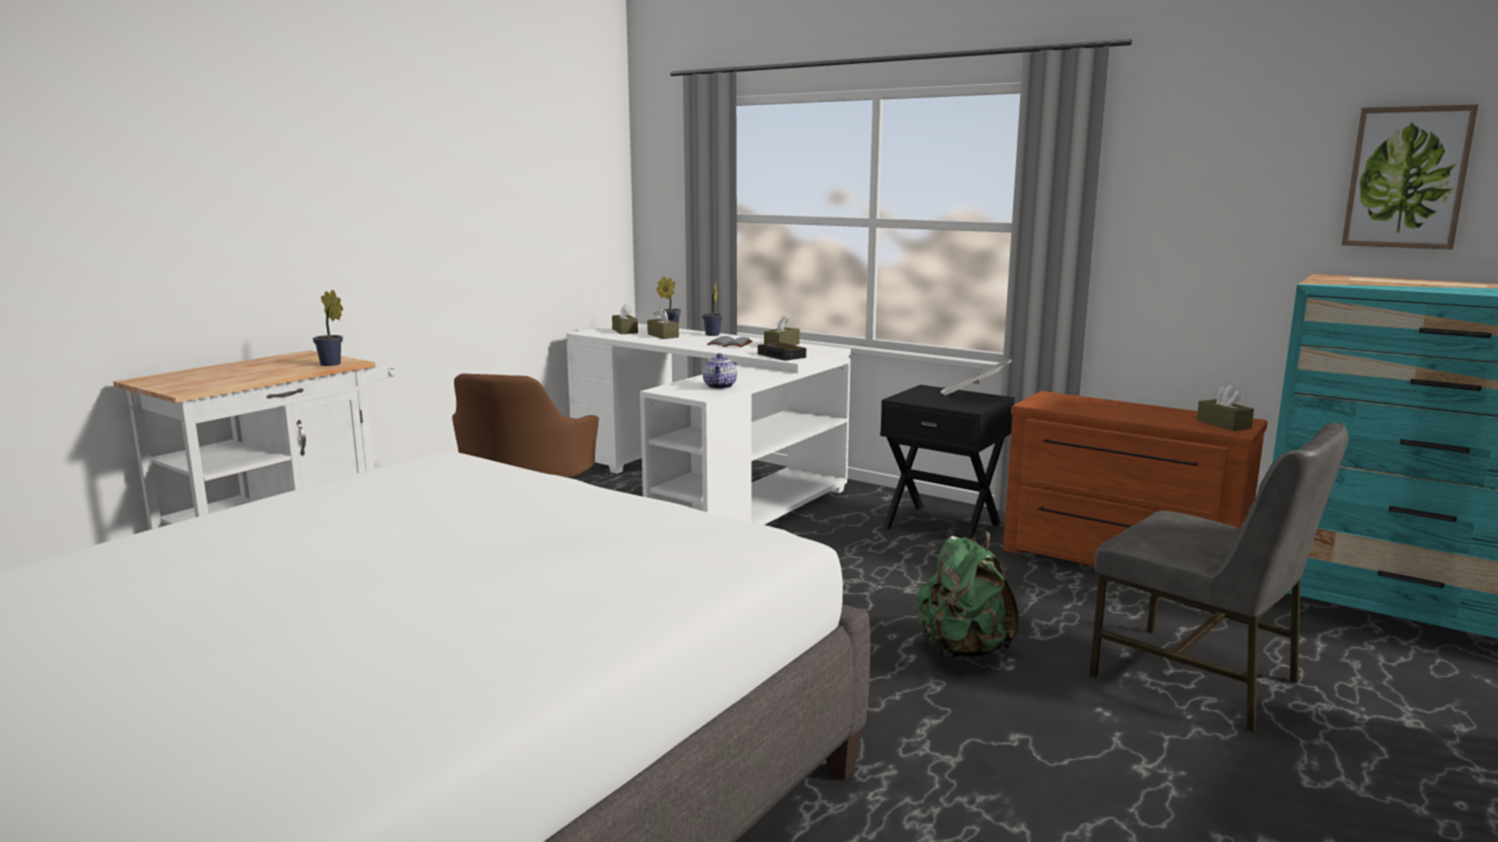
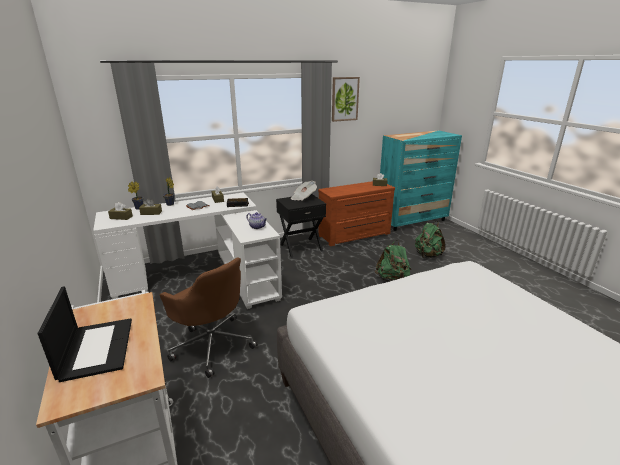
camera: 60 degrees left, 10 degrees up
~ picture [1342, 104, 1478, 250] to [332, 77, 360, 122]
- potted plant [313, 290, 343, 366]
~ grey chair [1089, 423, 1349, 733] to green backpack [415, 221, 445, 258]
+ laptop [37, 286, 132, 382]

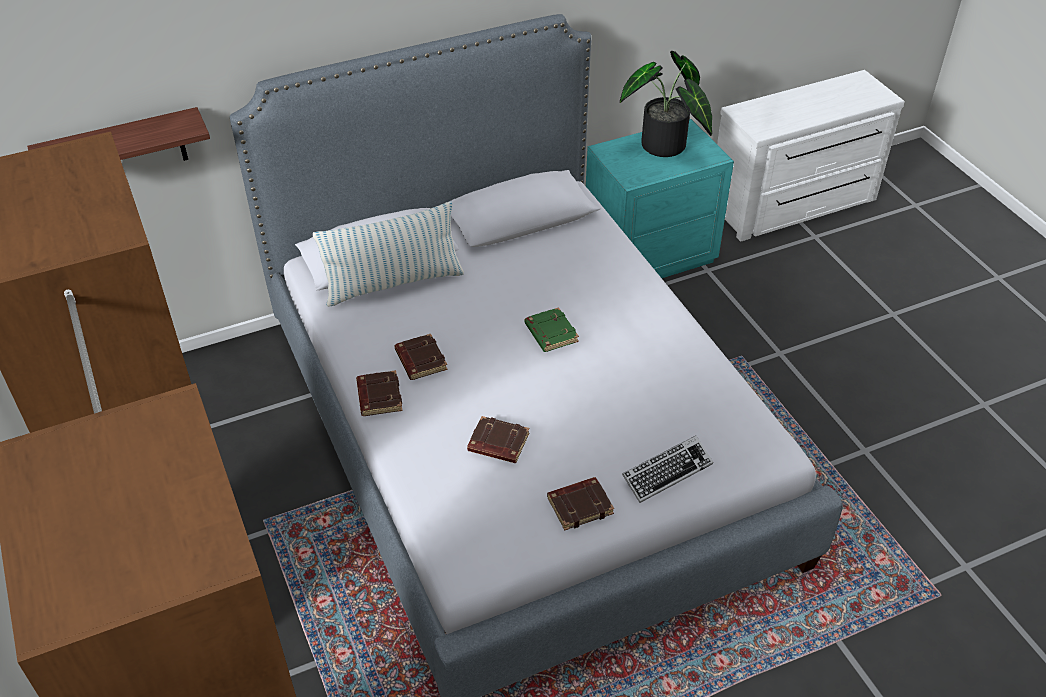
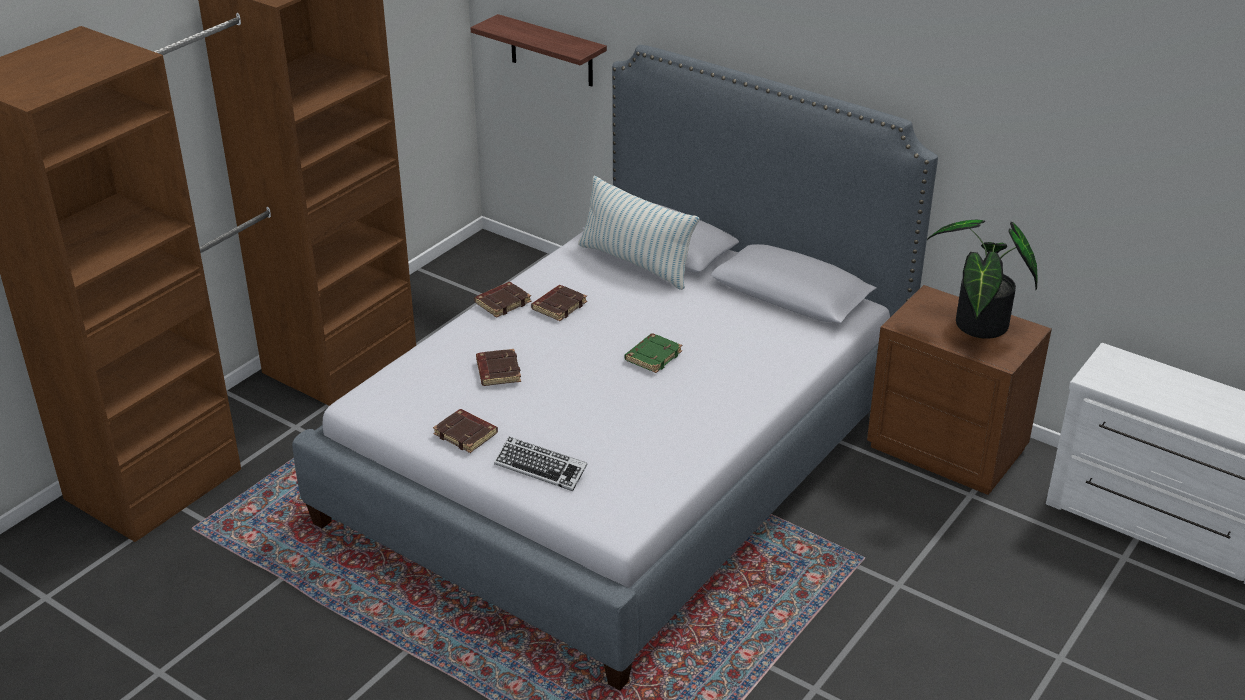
camera: 60 degrees right, 10 degrees down
~ turquoise nightstand [586, 119, 734, 278] to brown nightstand [867, 285, 1052, 495]

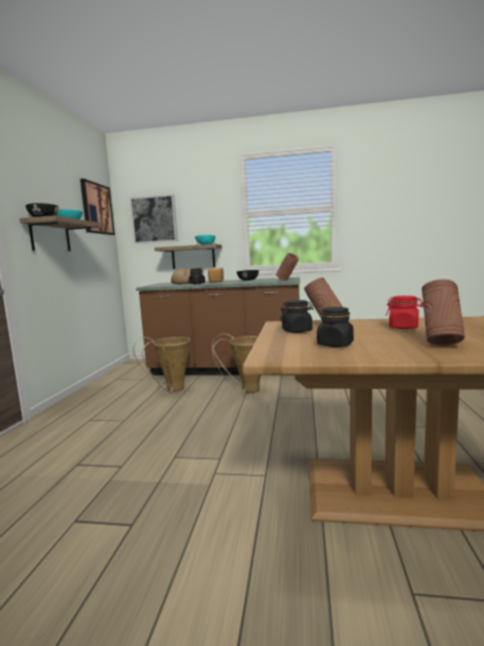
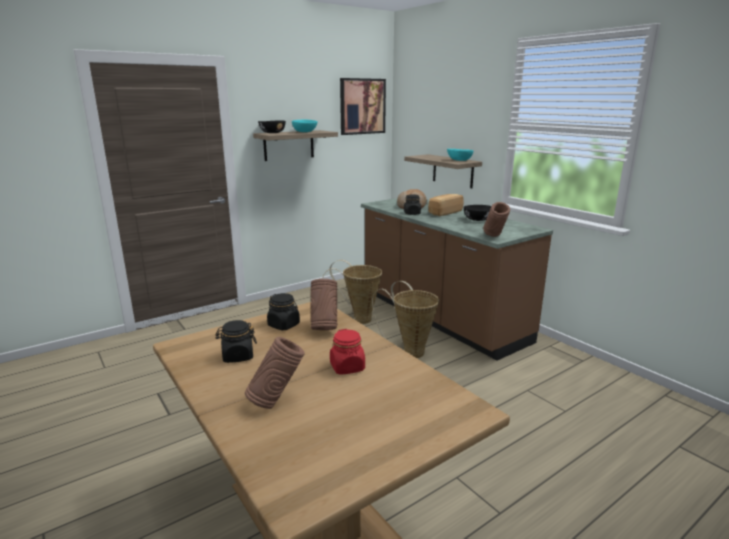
camera: 45 degrees right, 10 degrees up
- picture [130, 194, 178, 244]

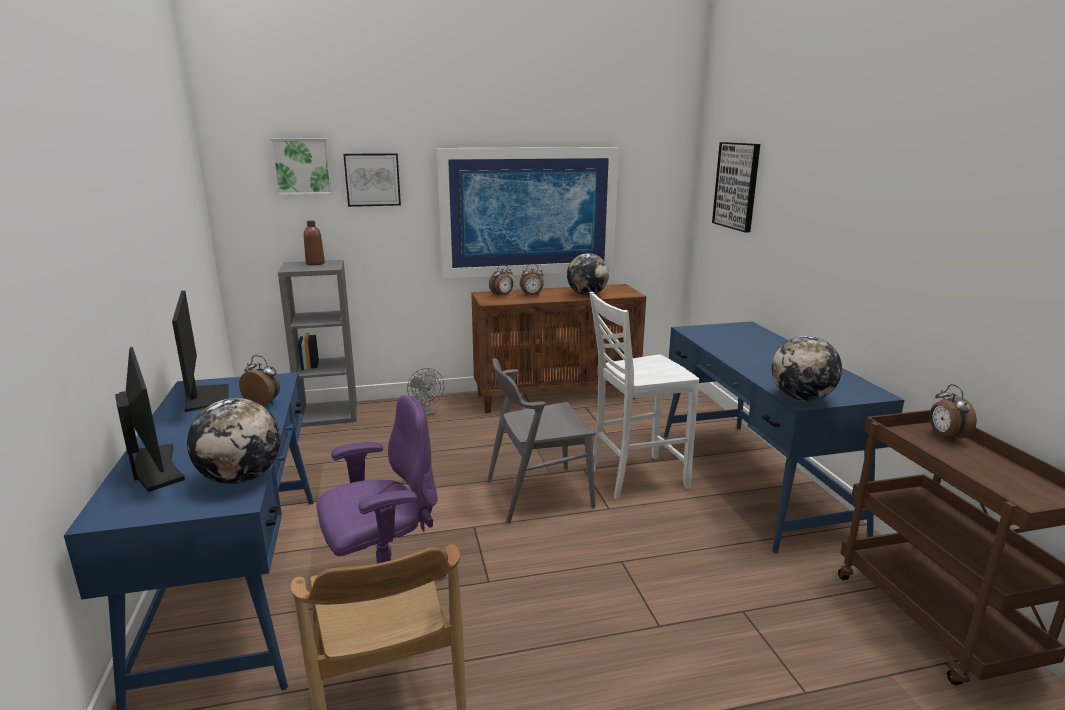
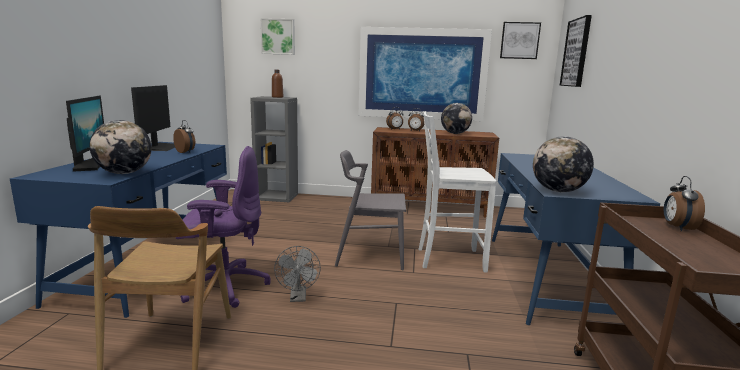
camera: 20 degrees right, 5 degrees down
~ picture [343, 153, 401, 207] to [500, 22, 541, 59]
~ grey fan [407, 368, 444, 416] to [274, 246, 321, 302]

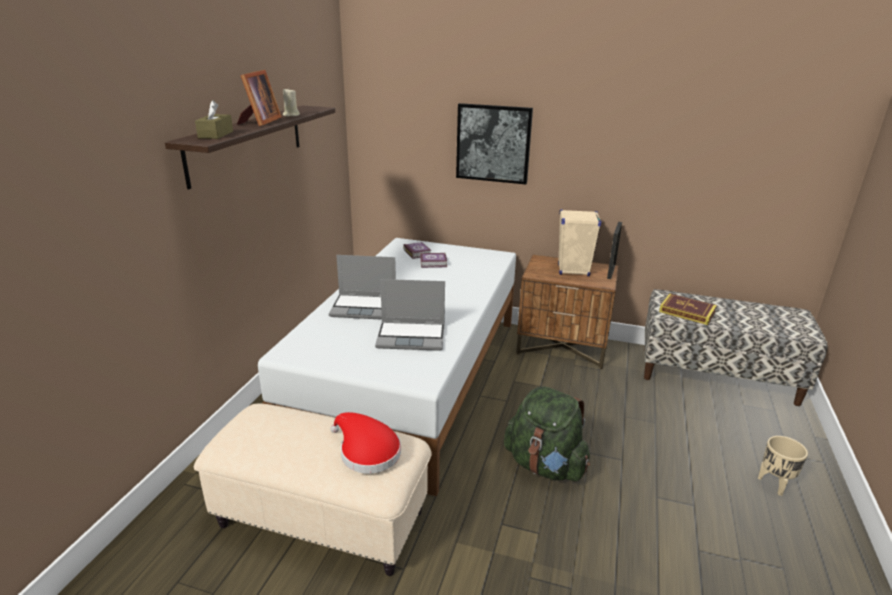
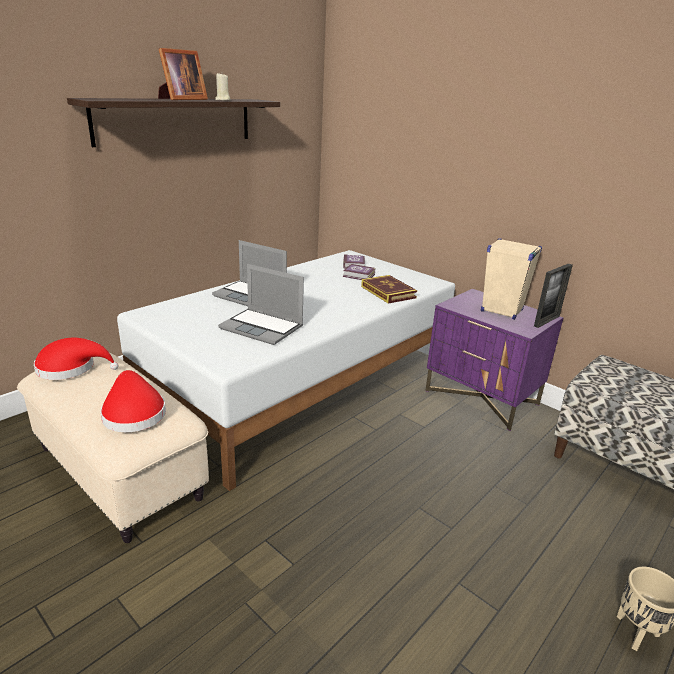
camera: 25 degrees right, 0 degrees up
- brown tissue box [195, 100, 233, 139]
- picture [456, 103, 533, 184]
~ brown nightstand [516, 255, 618, 369] to purple nightstand [425, 289, 564, 431]
~ book [659, 293, 717, 325] to [361, 275, 417, 304]
- green backpack [504, 387, 590, 481]
+ red hat [33, 338, 119, 380]

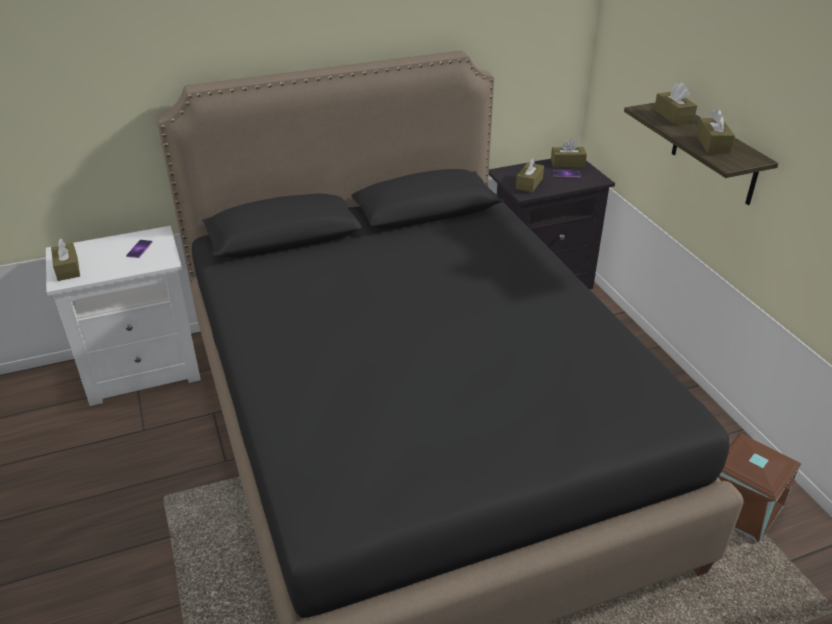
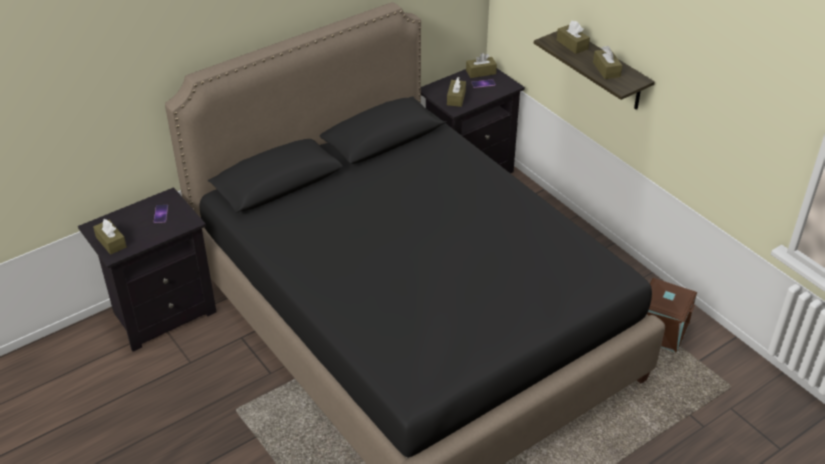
camera: 15 degrees left, 5 degrees up
~ white nightstand [46, 226, 201, 406] to black nightstand [78, 187, 217, 352]

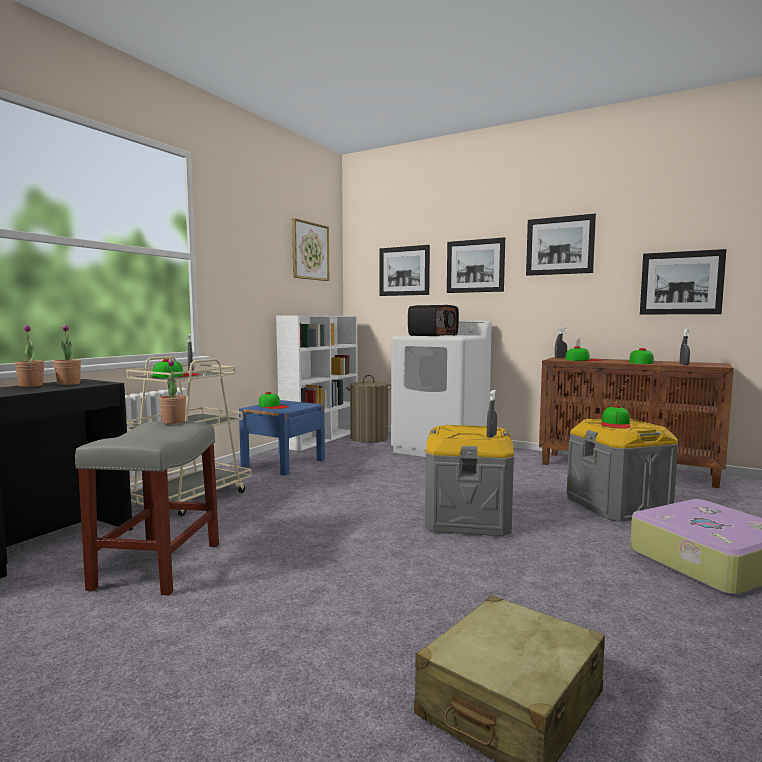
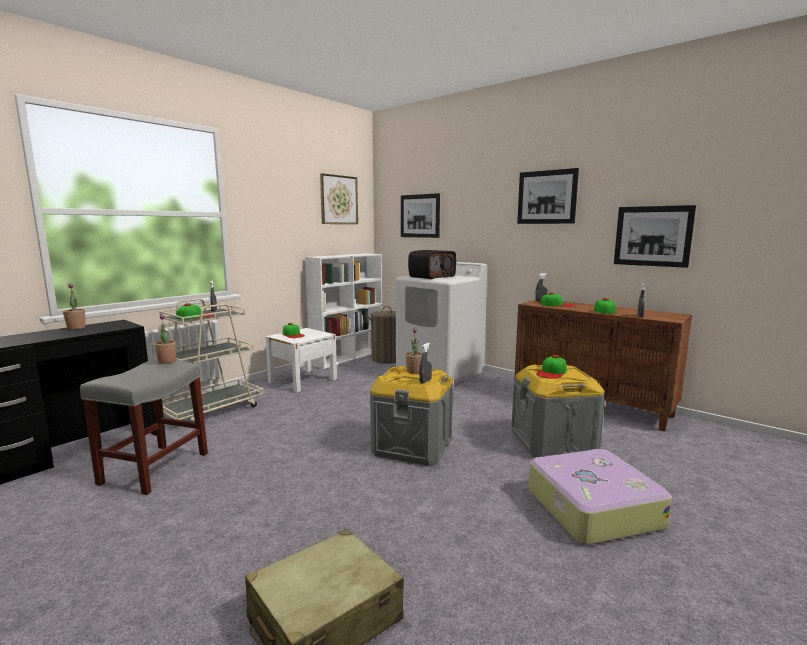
camera: 10 degrees right, 5 degrees up
- picture [447, 237, 505, 293]
~ potted plant [53, 324, 81, 385] to [405, 328, 422, 374]
~ blue nightstand [239, 400, 325, 476] to white nightstand [265, 328, 337, 393]

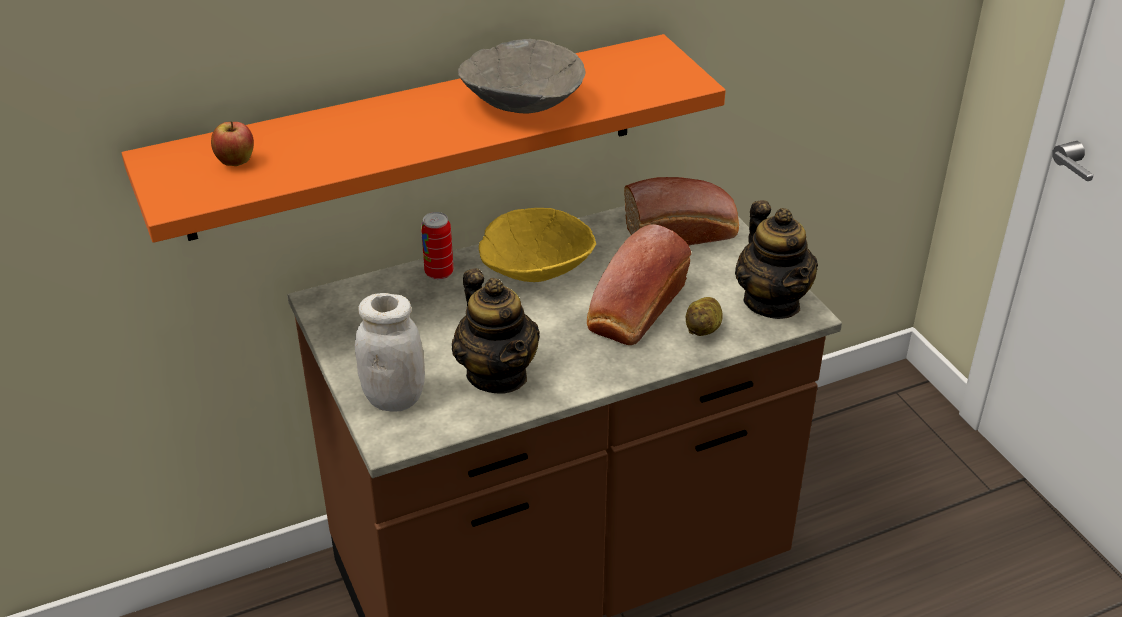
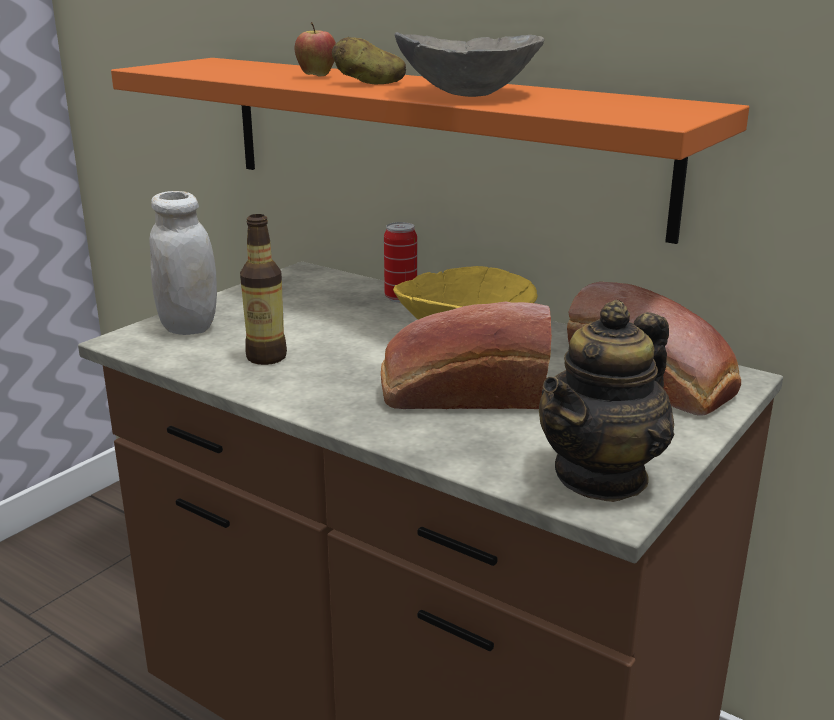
camera: 60 degrees right, 15 degrees down
~ apple [211, 122, 254, 166] to [295, 22, 336, 77]
~ teapot [452, 268, 540, 394] to bottle [240, 214, 287, 365]
~ potato [686, 297, 723, 336] to [332, 37, 406, 84]

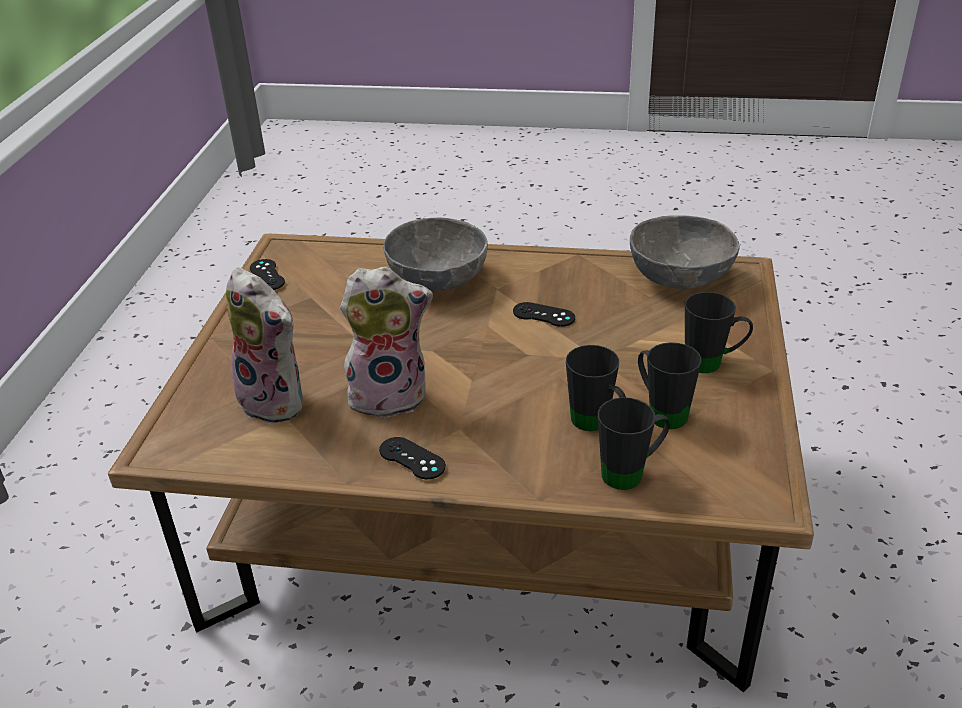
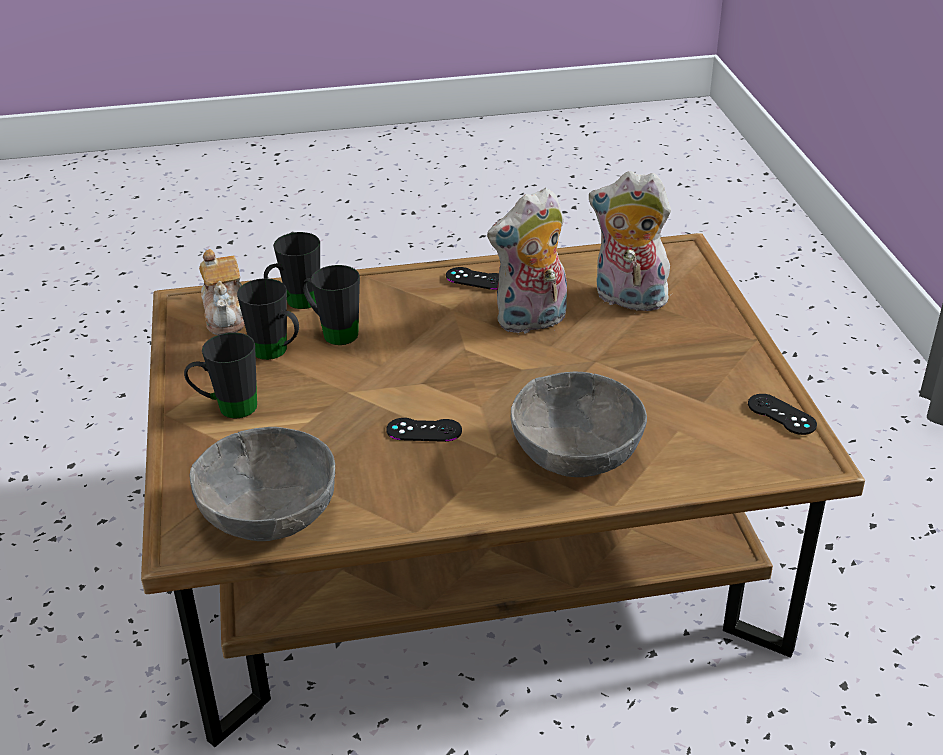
camera: 160 degrees right, 0 degrees up
+ teapot [199, 249, 245, 335]

